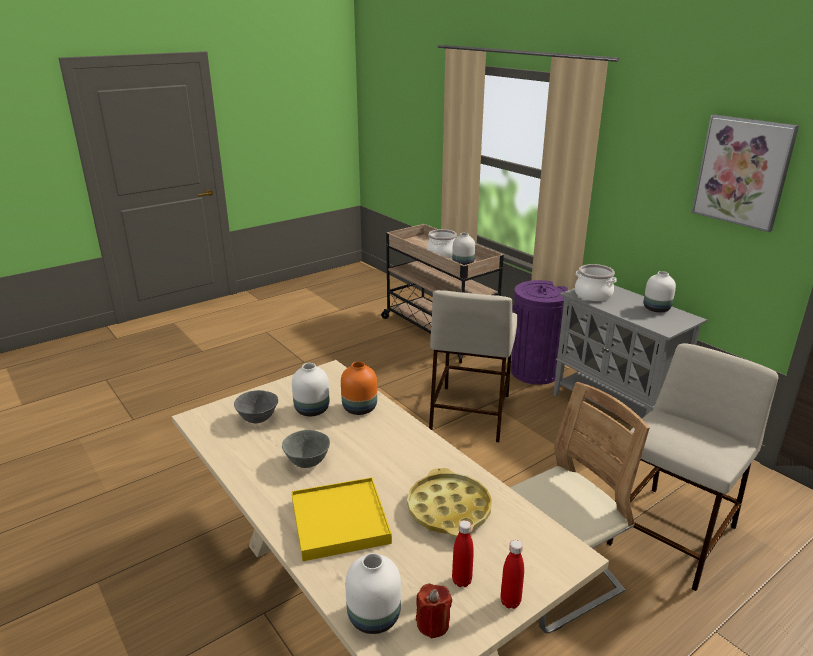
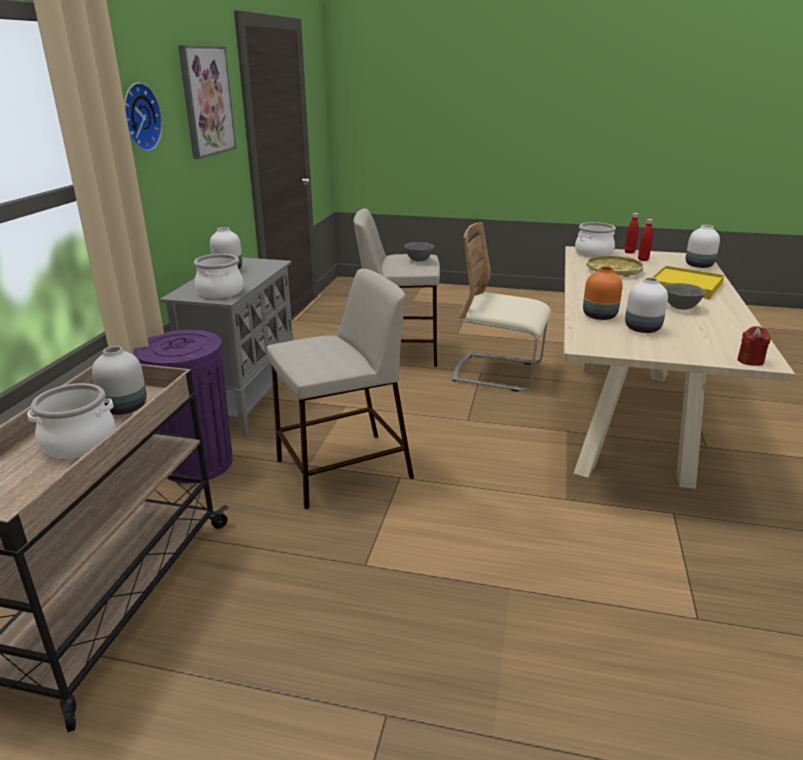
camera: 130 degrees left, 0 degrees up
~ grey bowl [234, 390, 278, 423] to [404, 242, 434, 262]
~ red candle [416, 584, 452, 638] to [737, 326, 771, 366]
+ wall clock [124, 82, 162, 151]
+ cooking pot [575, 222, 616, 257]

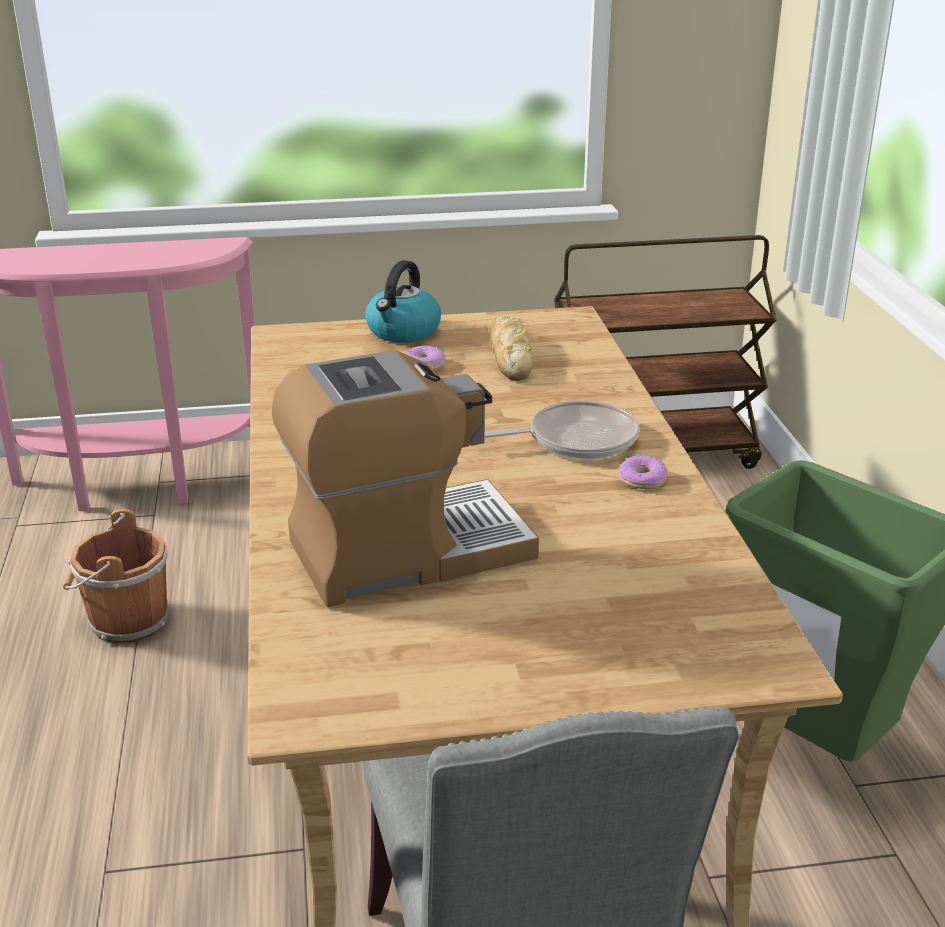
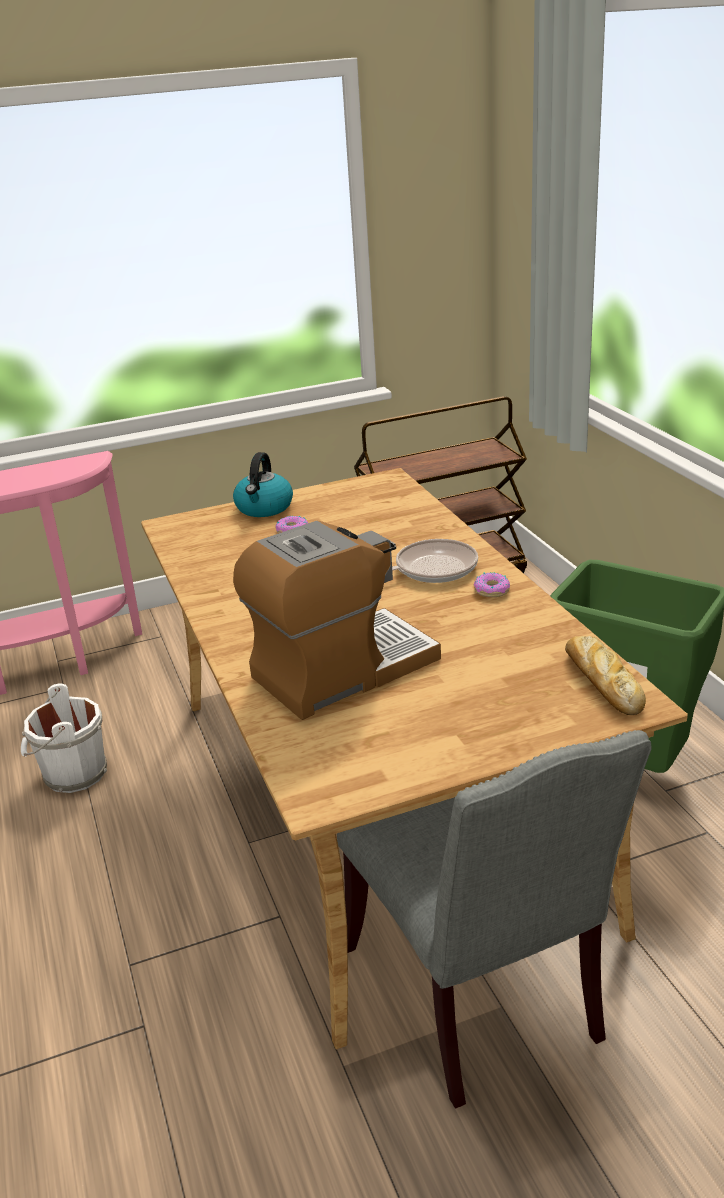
camera: 10 degrees left, 0 degrees up
~ bread [489, 316, 532, 381] to [565, 636, 646, 715]
~ brown bucket [63, 509, 169, 643] to white bucket [21, 684, 107, 793]

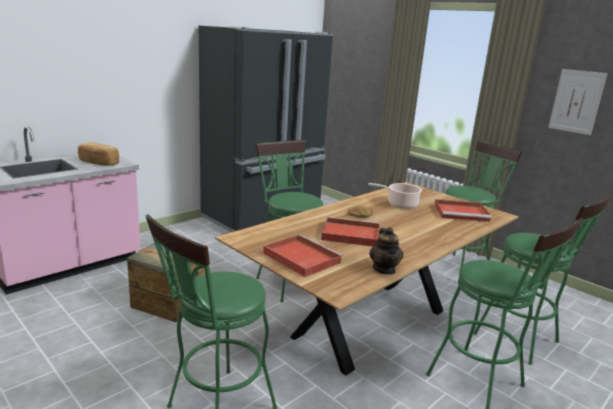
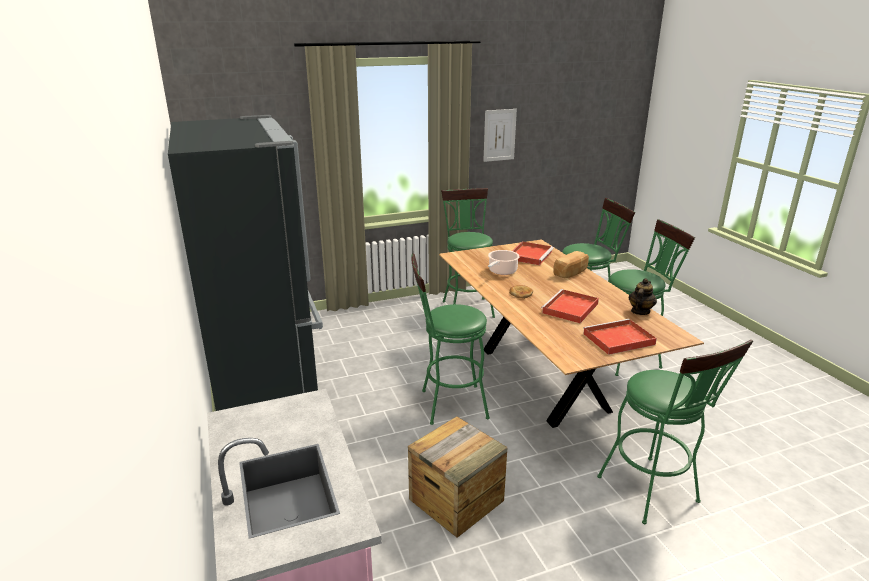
camera: 65 degrees left, 5 degrees up
~ bread [78, 142, 119, 166] to [553, 251, 589, 278]
~ teapot [369, 227, 403, 275] = [629, 278, 657, 315] 75 degrees counterclockwise

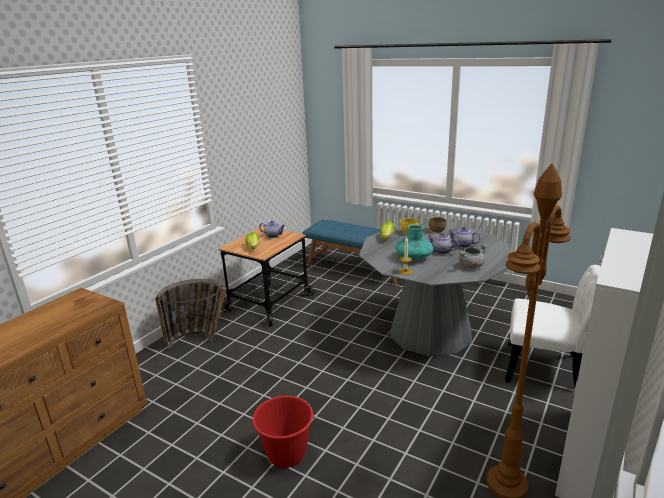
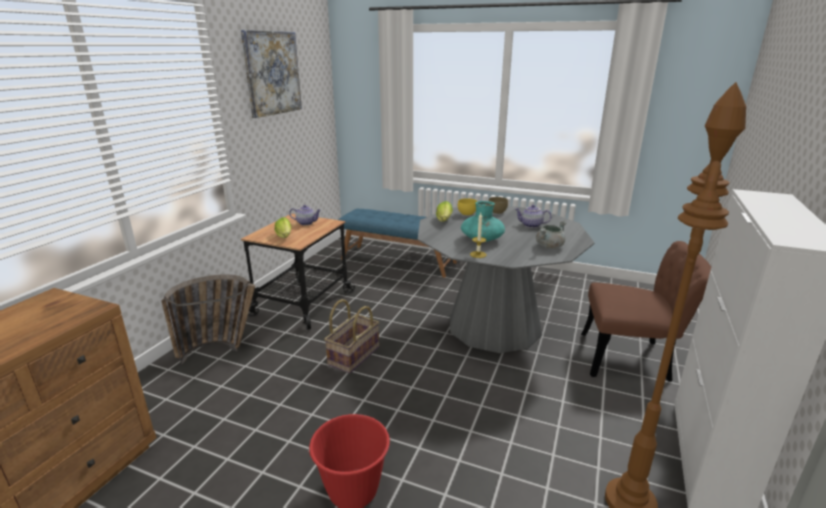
camera: 10 degrees left, 0 degrees up
- teapot [427, 233, 459, 254]
~ white chair [505, 265, 601, 387] to brown chair [581, 241, 711, 382]
+ picture [241, 30, 302, 118]
+ basket [324, 299, 379, 374]

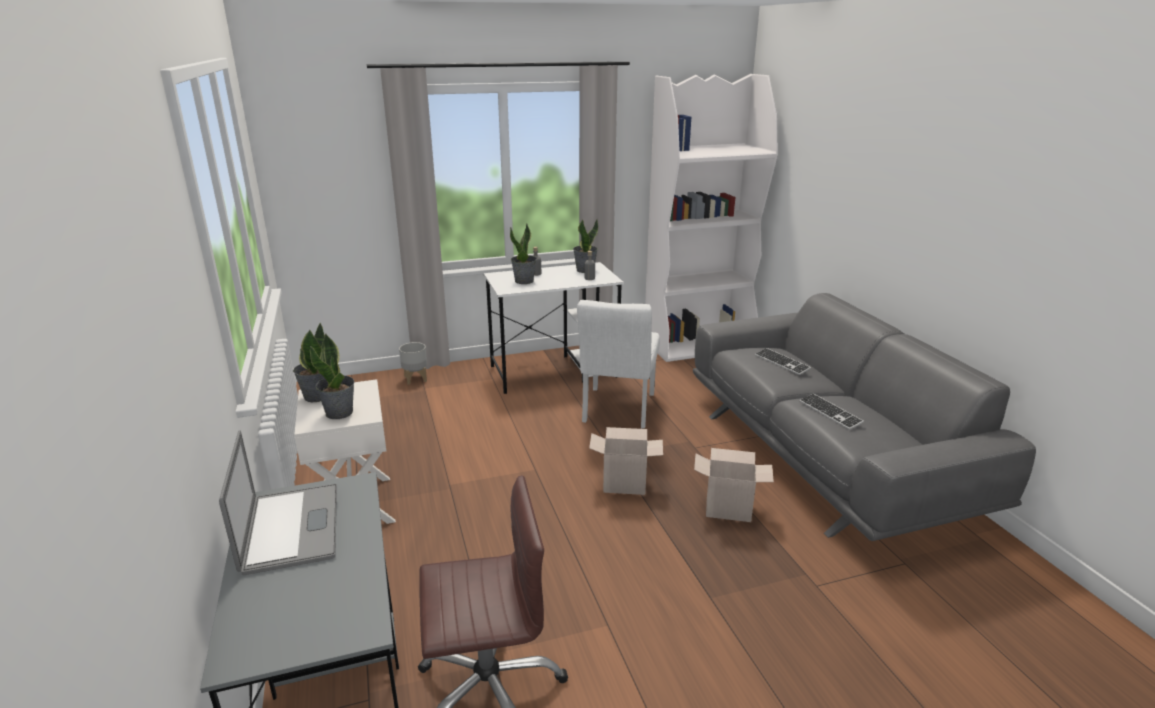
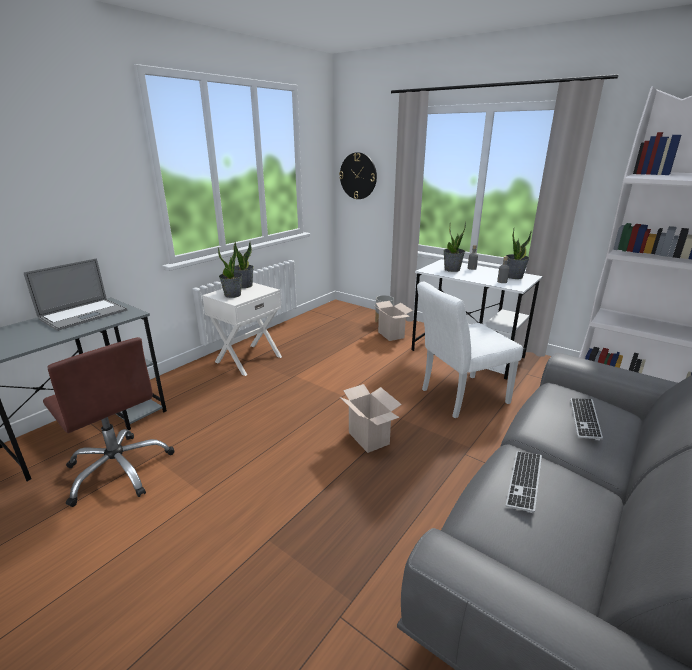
camera: 55 degrees right, 0 degrees up
~ cardboard box [694, 448, 774, 522] to [373, 301, 413, 341]
+ wall clock [339, 152, 377, 199]

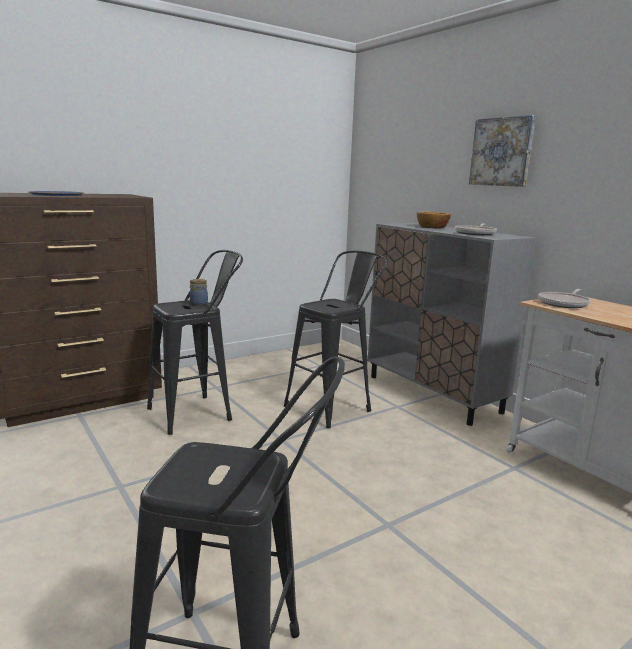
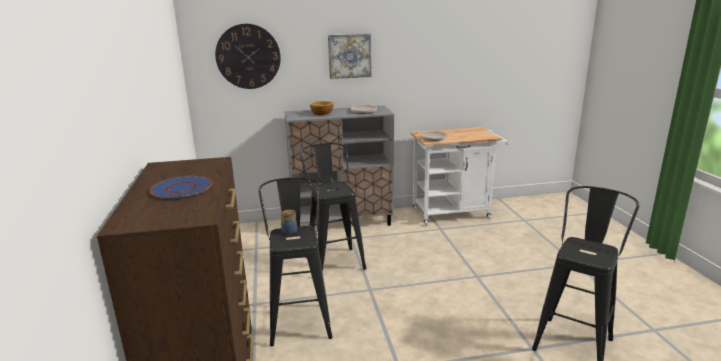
camera: 65 degrees left, 5 degrees up
+ wall clock [215, 24, 281, 89]

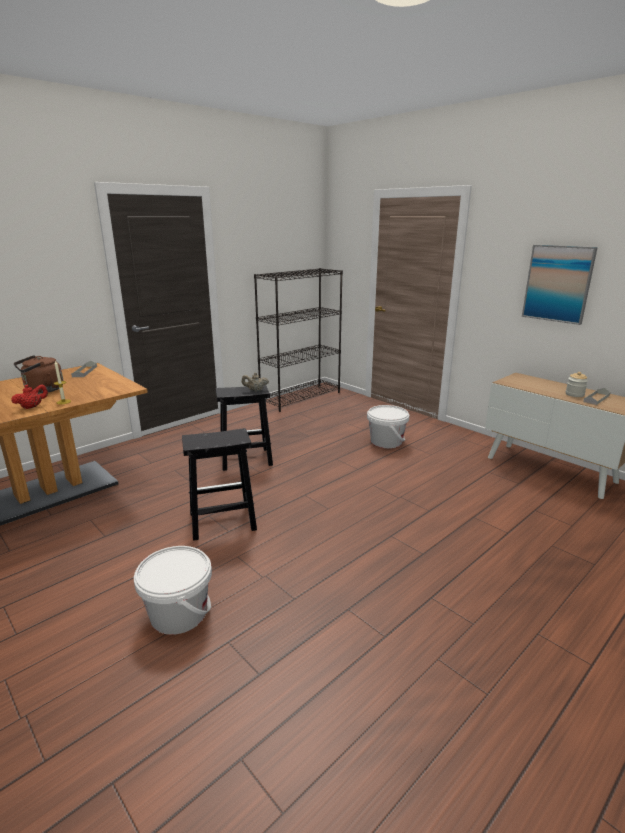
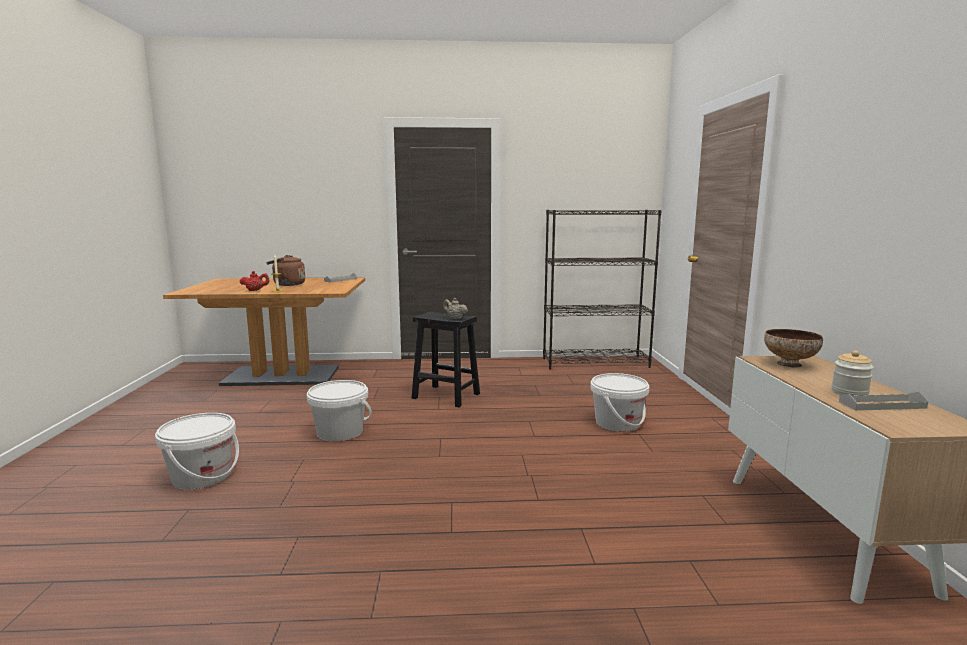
camera: 40 degrees right, 10 degrees down
- picture [522, 245, 598, 325]
~ black stool [182, 428, 257, 541] to white bucket [307, 380, 372, 442]
+ bowl [764, 329, 823, 367]

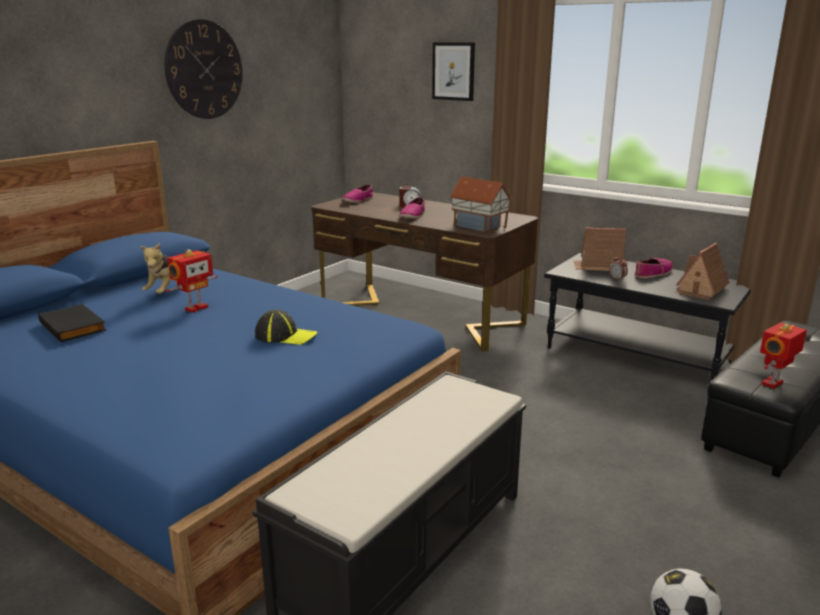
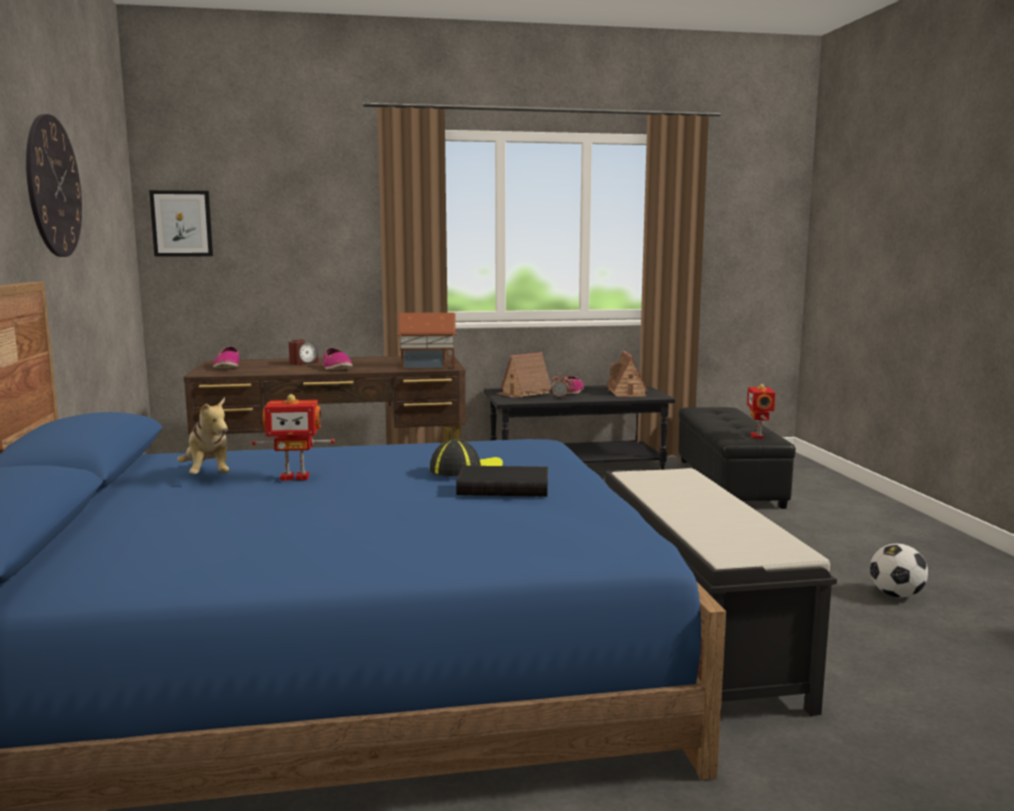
camera: 45 degrees left, 10 degrees down
~ picture [432, 42, 475, 101] to [149, 190, 213, 256]
~ toy robot [166, 250, 217, 313] = [252, 394, 335, 481] 90 degrees clockwise
~ black book [39, 304, 106, 342] to [456, 465, 548, 497]

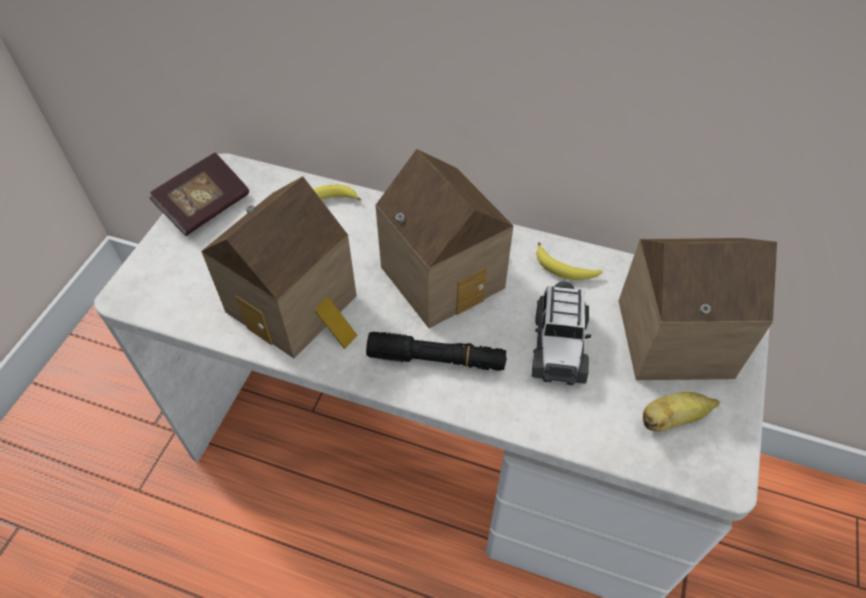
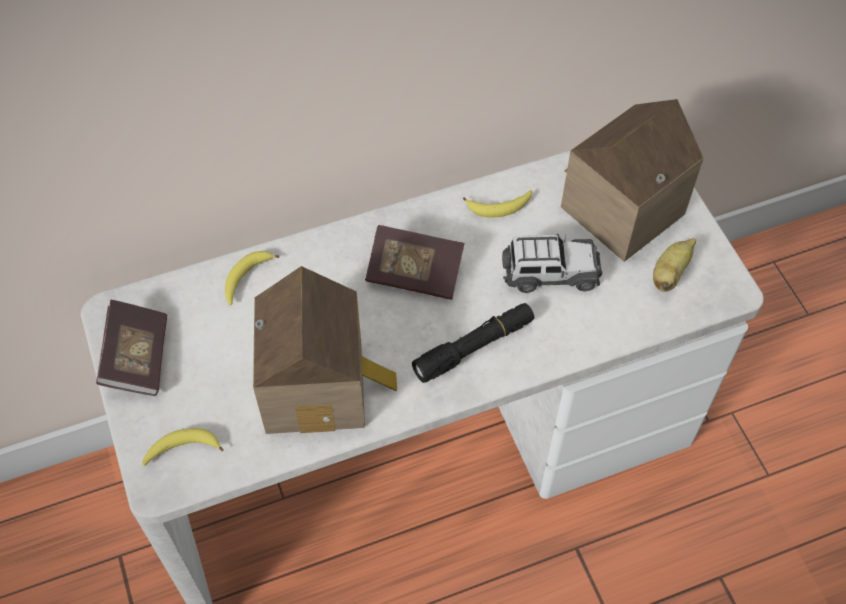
camera: 40 degrees left, 5 degrees up
~ toy house [375, 149, 513, 328] to book [365, 225, 464, 300]
~ toy car [532, 282, 591, 385] = [502, 234, 602, 293] 60 degrees counterclockwise
+ banana [142, 428, 224, 466]

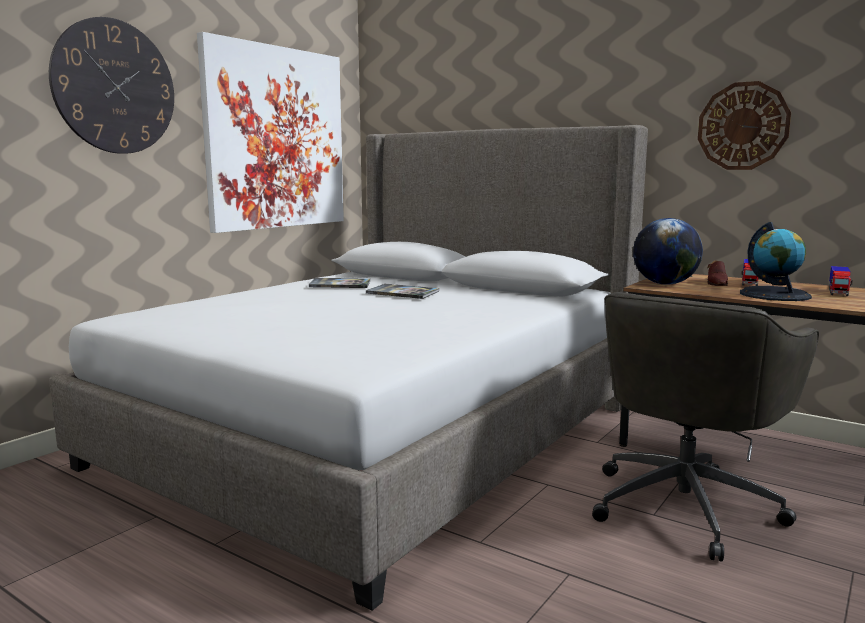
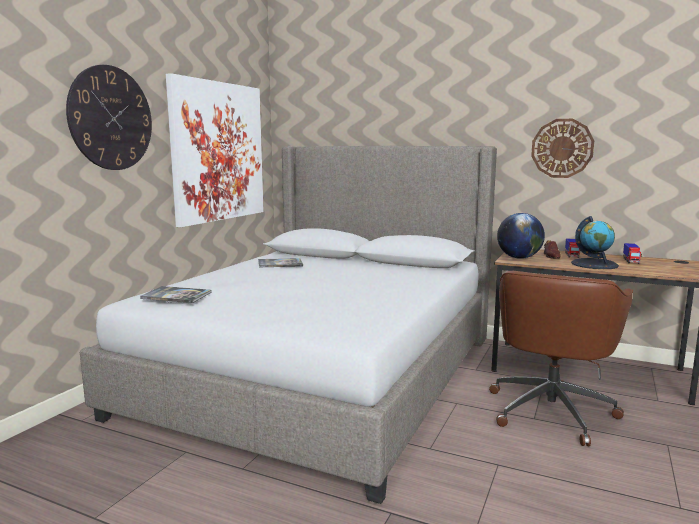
camera: 10 degrees left, 0 degrees up
~ book [366, 284, 439, 299] to [140, 286, 212, 303]
~ grey office chair [592, 292, 819, 561] to brown office chair [489, 271, 633, 446]

